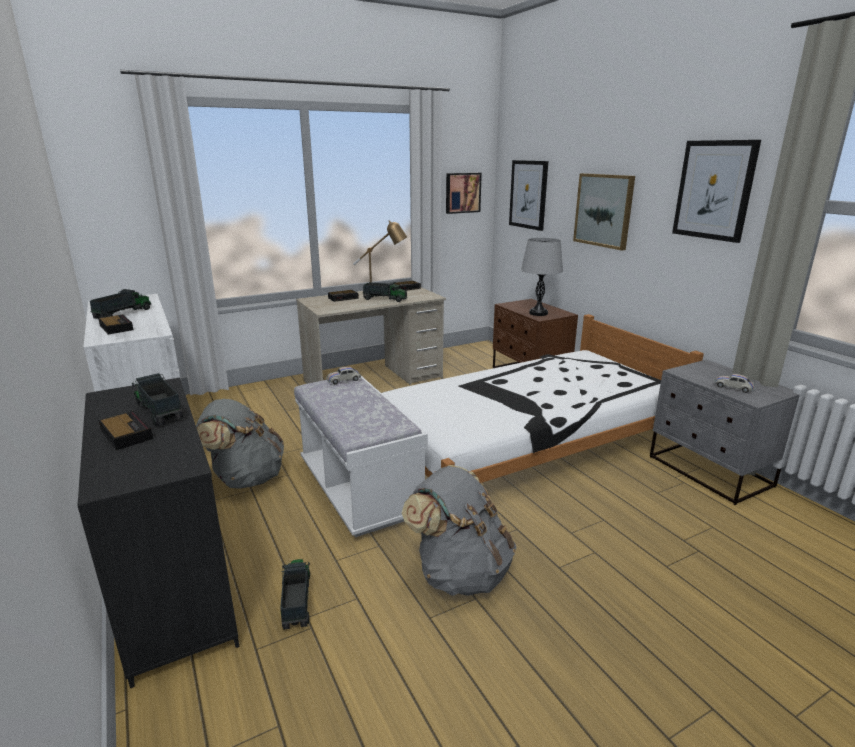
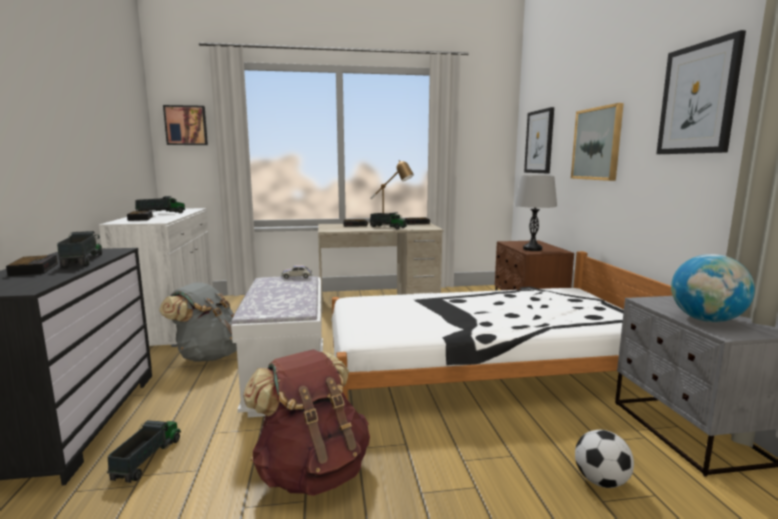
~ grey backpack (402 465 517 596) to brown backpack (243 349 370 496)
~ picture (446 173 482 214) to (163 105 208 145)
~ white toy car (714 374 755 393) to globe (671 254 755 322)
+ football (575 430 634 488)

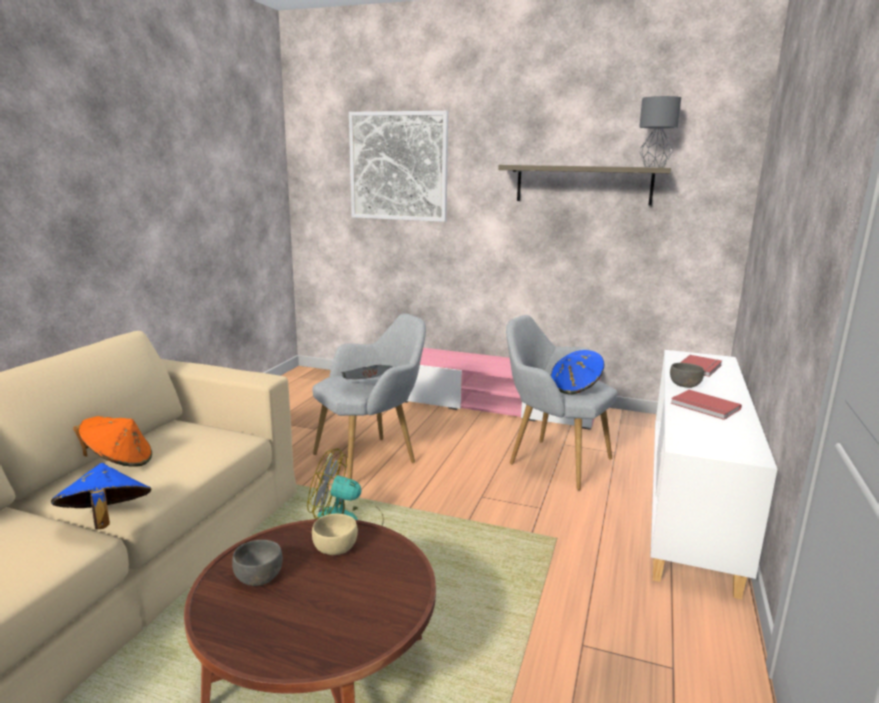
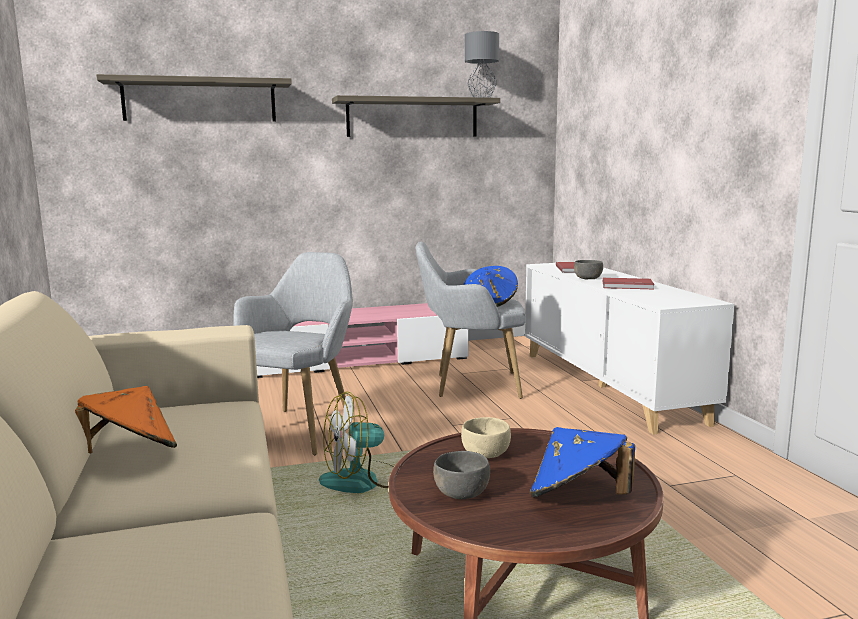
~ blue hat (51 463 152 529) to (530 427 635 498)
- newspaper (341 365 393 379)
~ picture (349 111 448 222) to shelf (96 74 292 122)

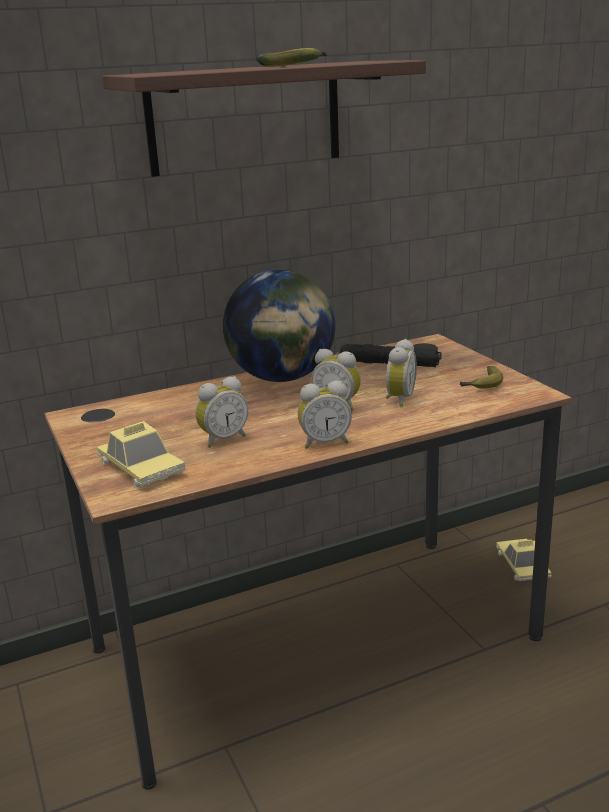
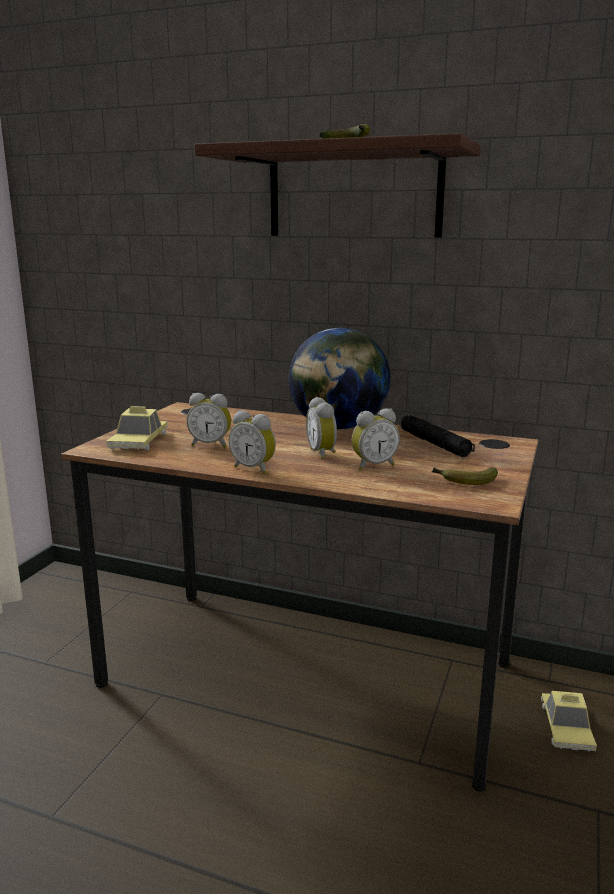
~ toy car (496 539 552 581) = (541 691 597 752) 150 degrees clockwise

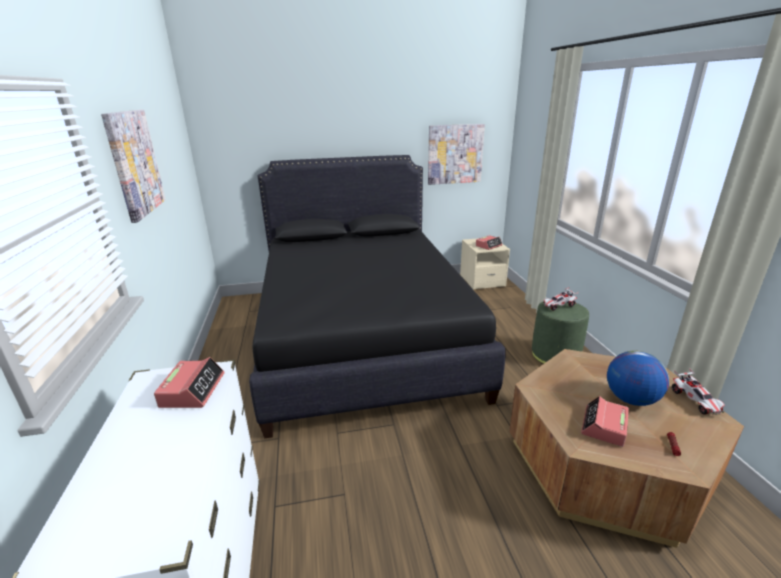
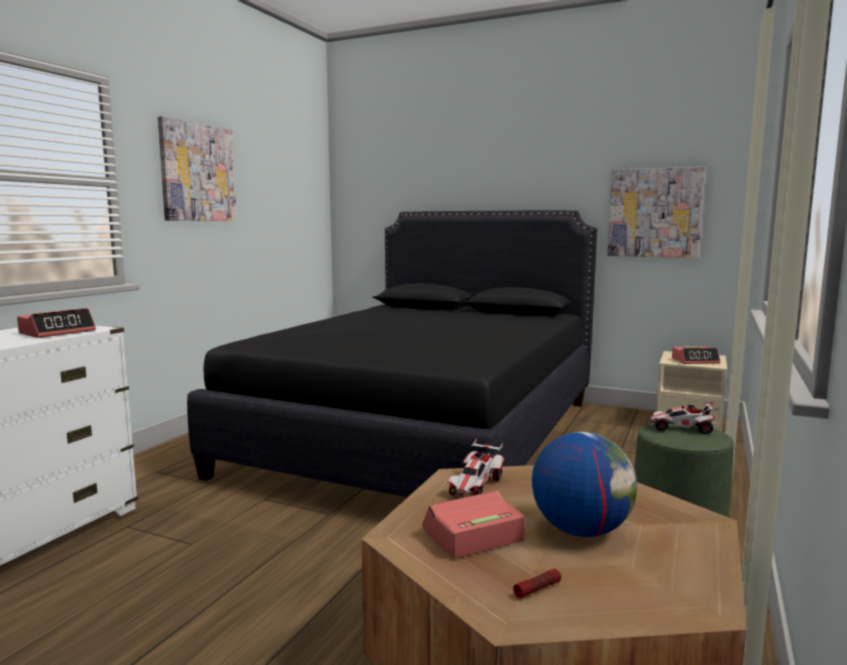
~ toy car (672 368 725 415) to (447 439 505 497)

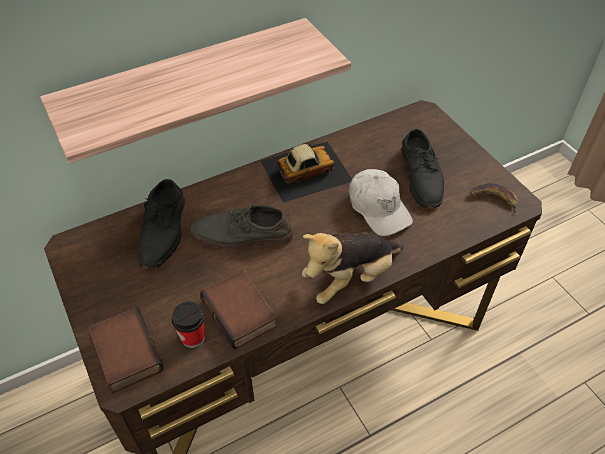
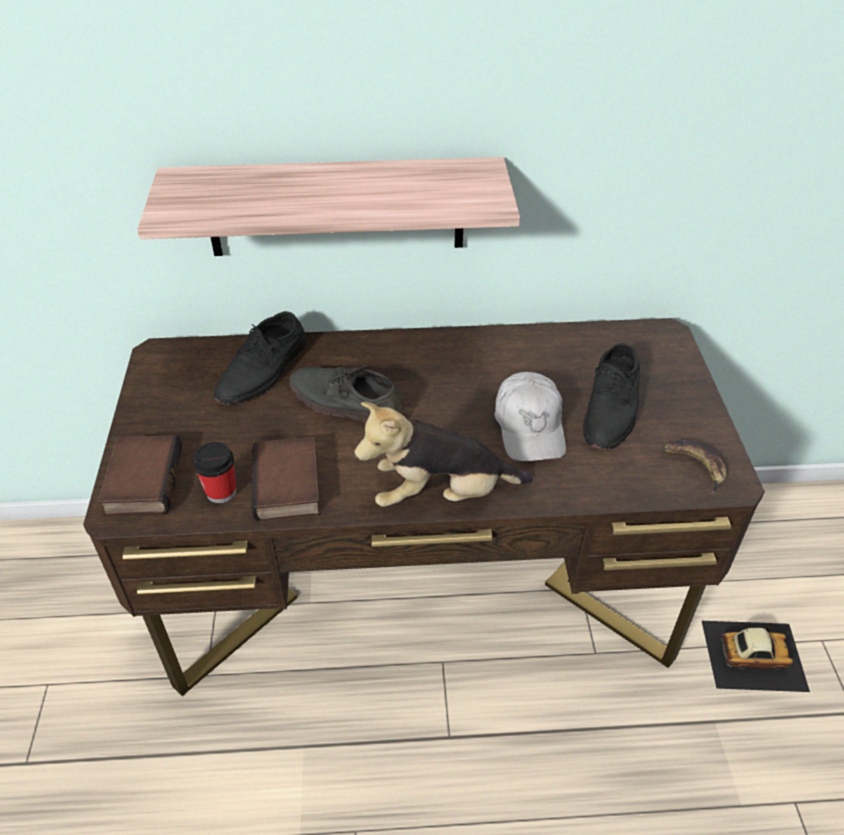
~ toy car (260 141 352 203) to (702 621 810 692)

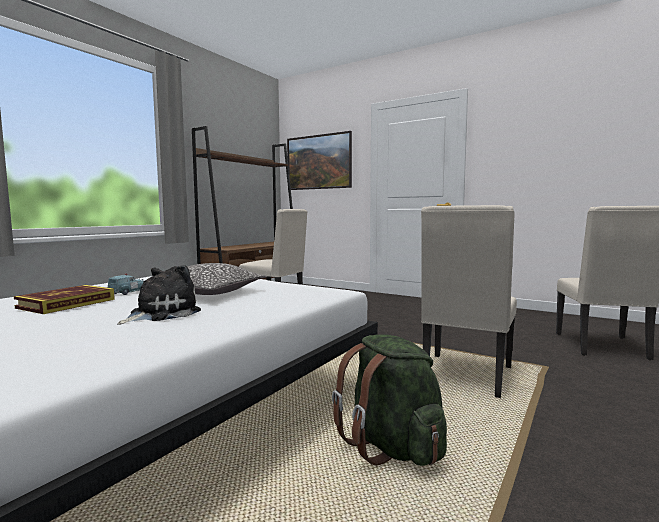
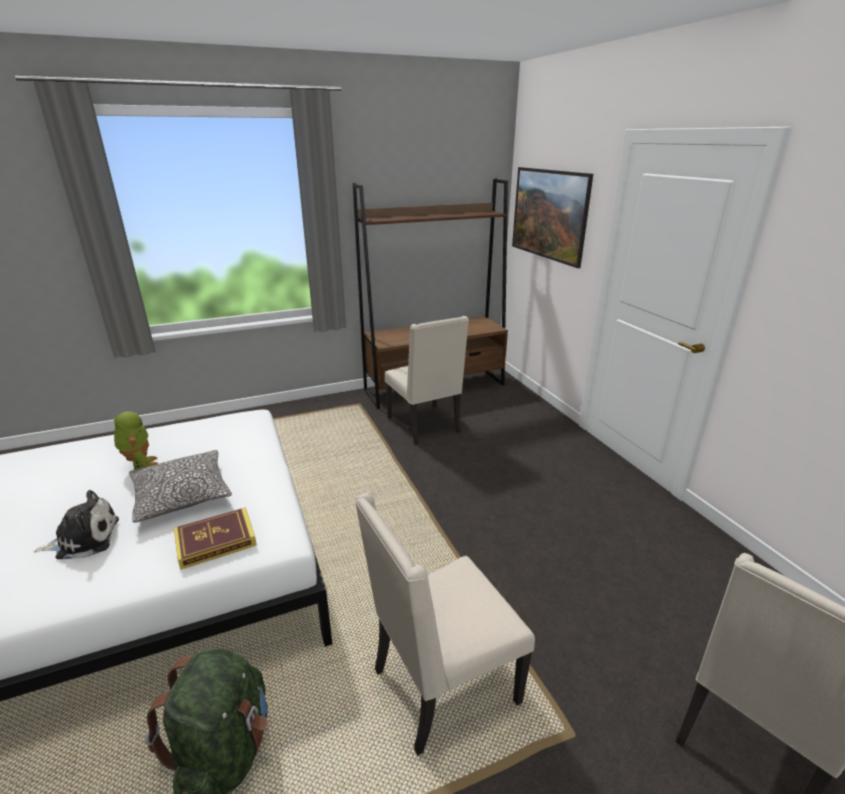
~ book (14 285 115 314) to (174 507 257 570)
~ blue toy car (108 273 144 295) to toy robot (113 411 159 470)

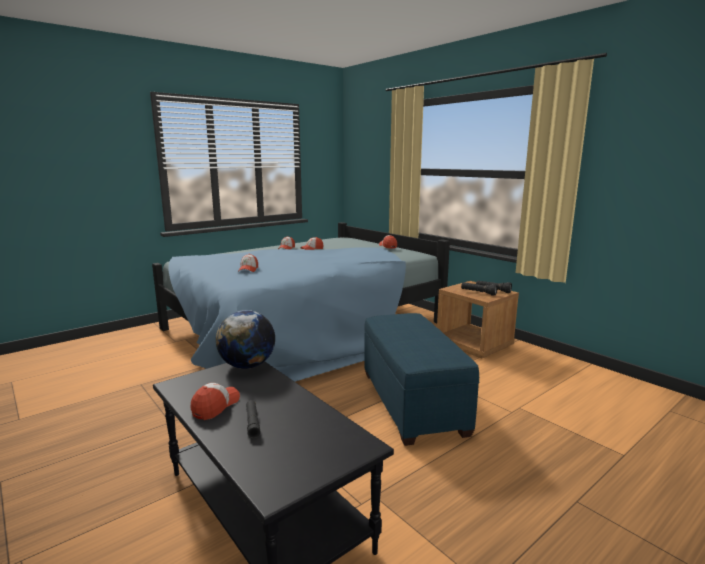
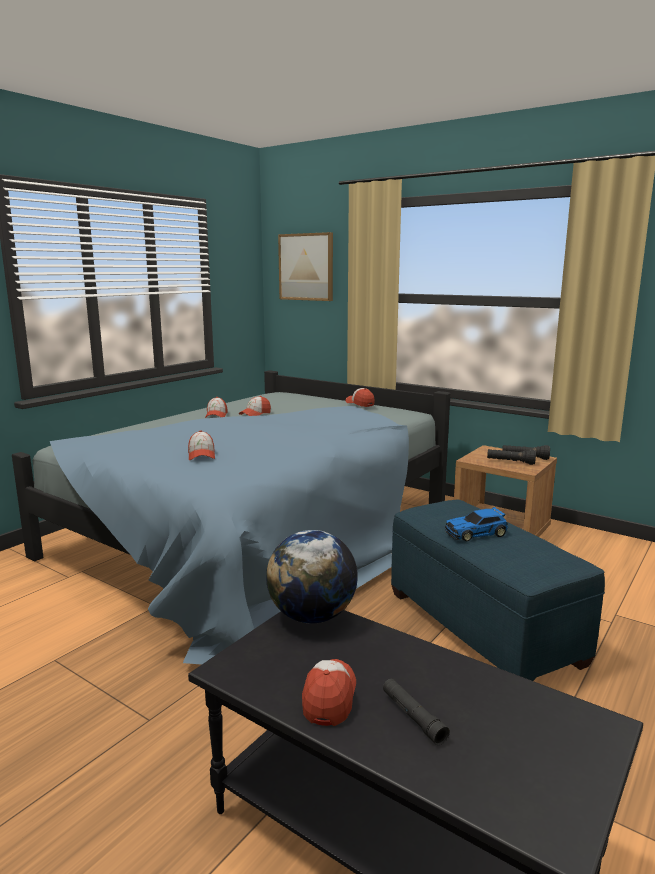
+ picture (278 232 333 301)
+ toy car (445 507 508 542)

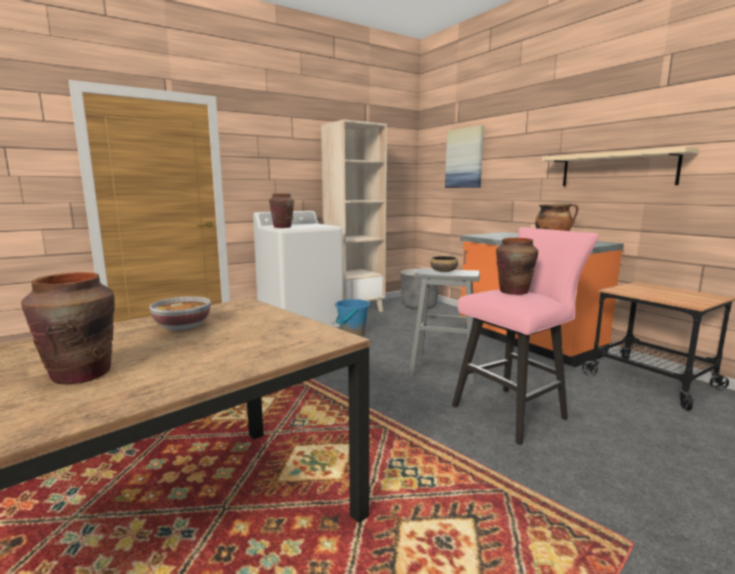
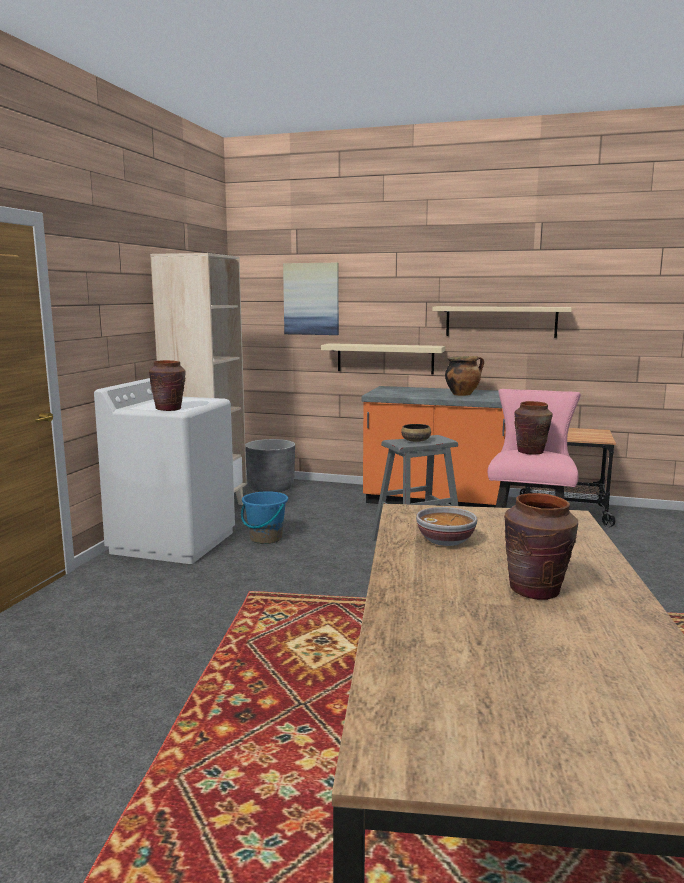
+ beige shelf (321 343 445 374)

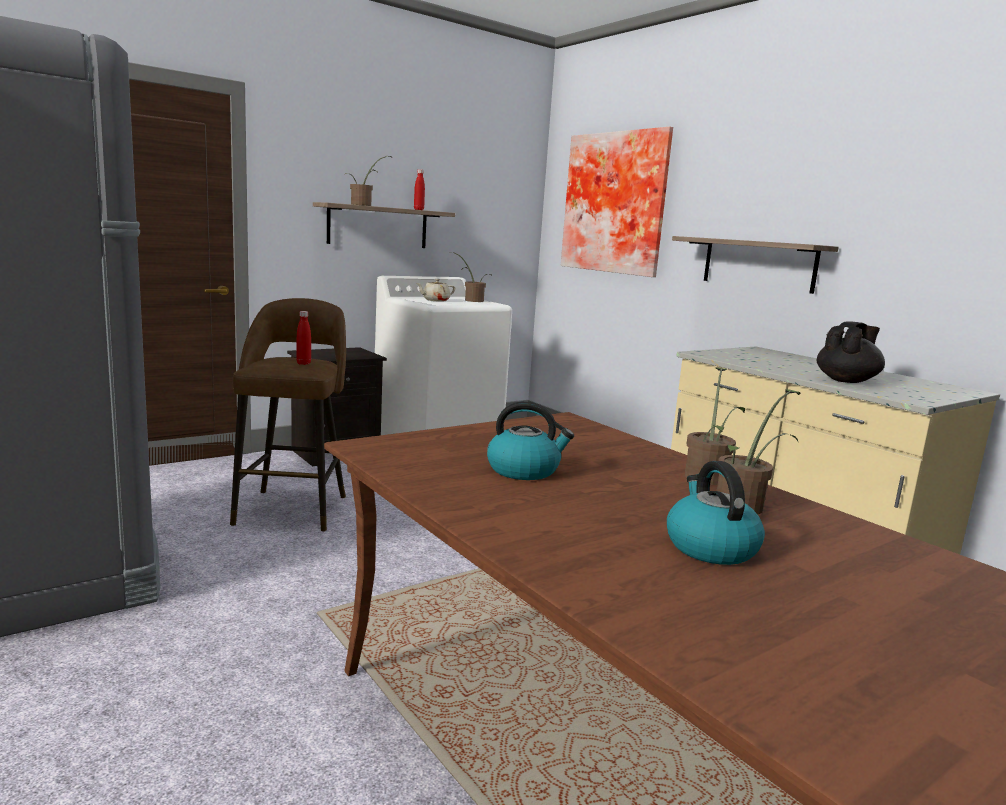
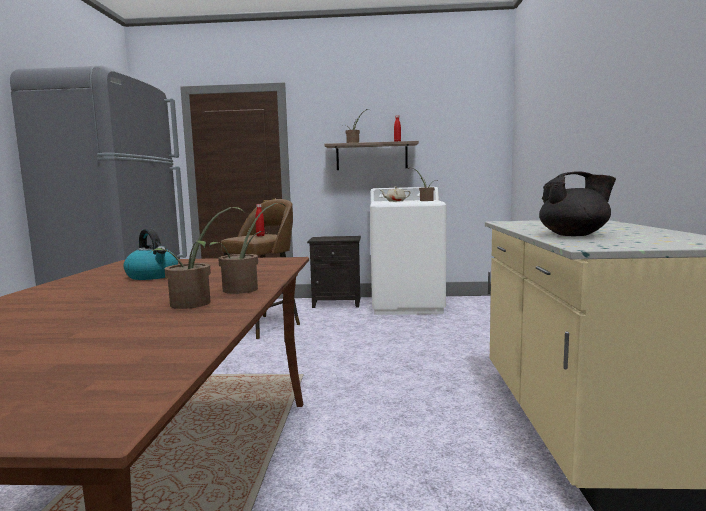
- picture (561 127 673 277)
- kettle (667 461 765 565)
- shelf (672 236 839 294)

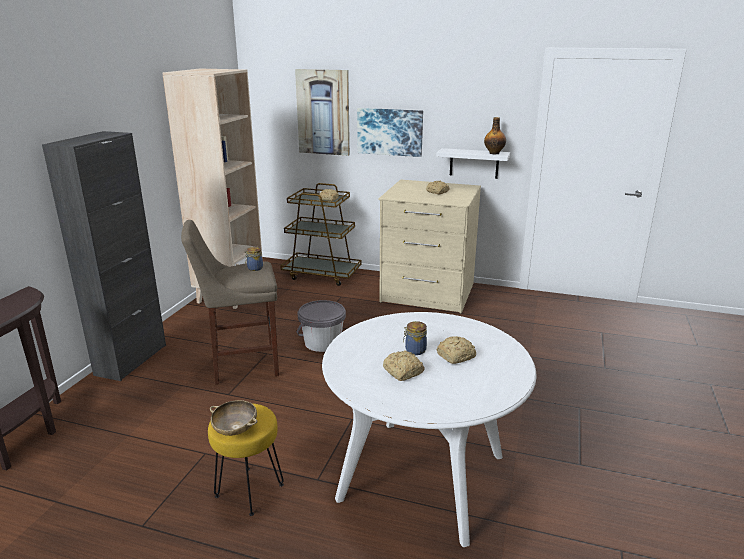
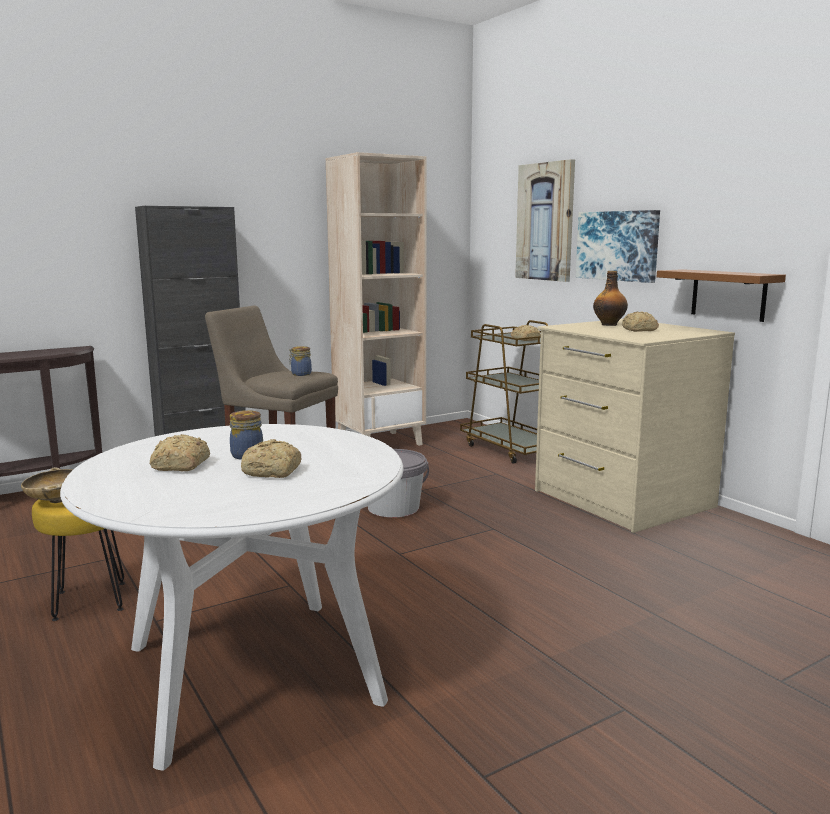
~ white shelf (436 148 510 179) to brown shelf (657 269 786 322)
~ bottle (484 117 506 154) to (593 271 628 326)

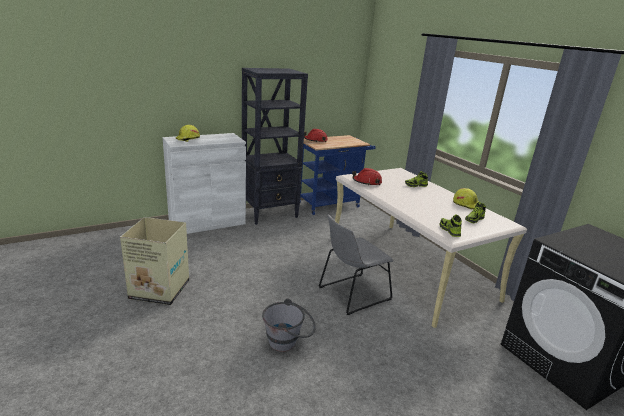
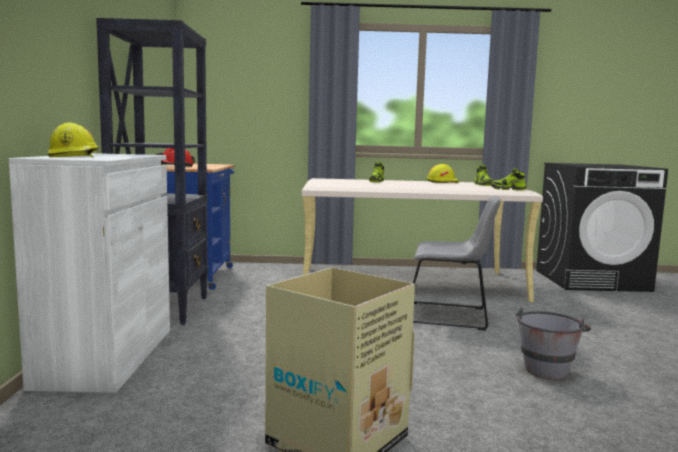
~ grey chair (319 214 393 315) = (413 196 501 331) 75 degrees counterclockwise
- red hard hat (352 168 382 186)

